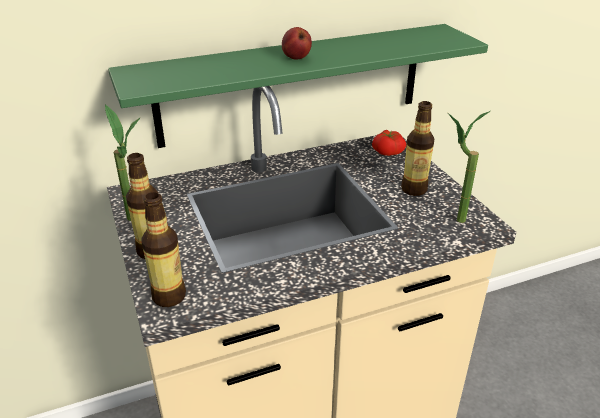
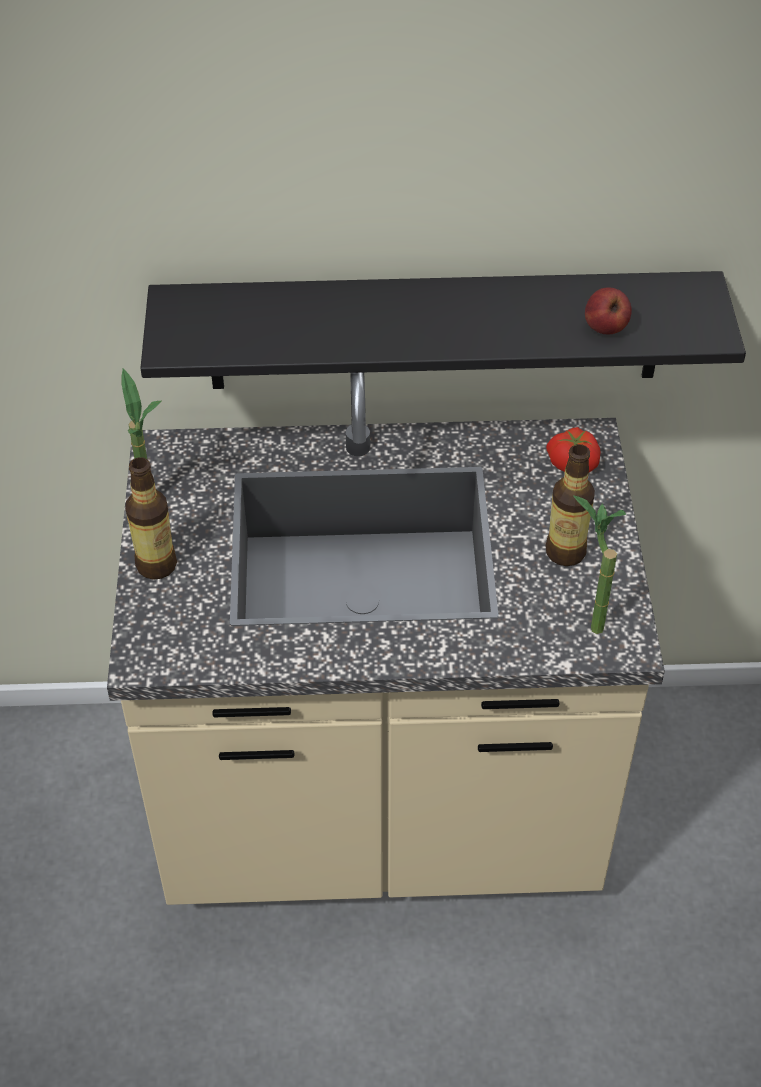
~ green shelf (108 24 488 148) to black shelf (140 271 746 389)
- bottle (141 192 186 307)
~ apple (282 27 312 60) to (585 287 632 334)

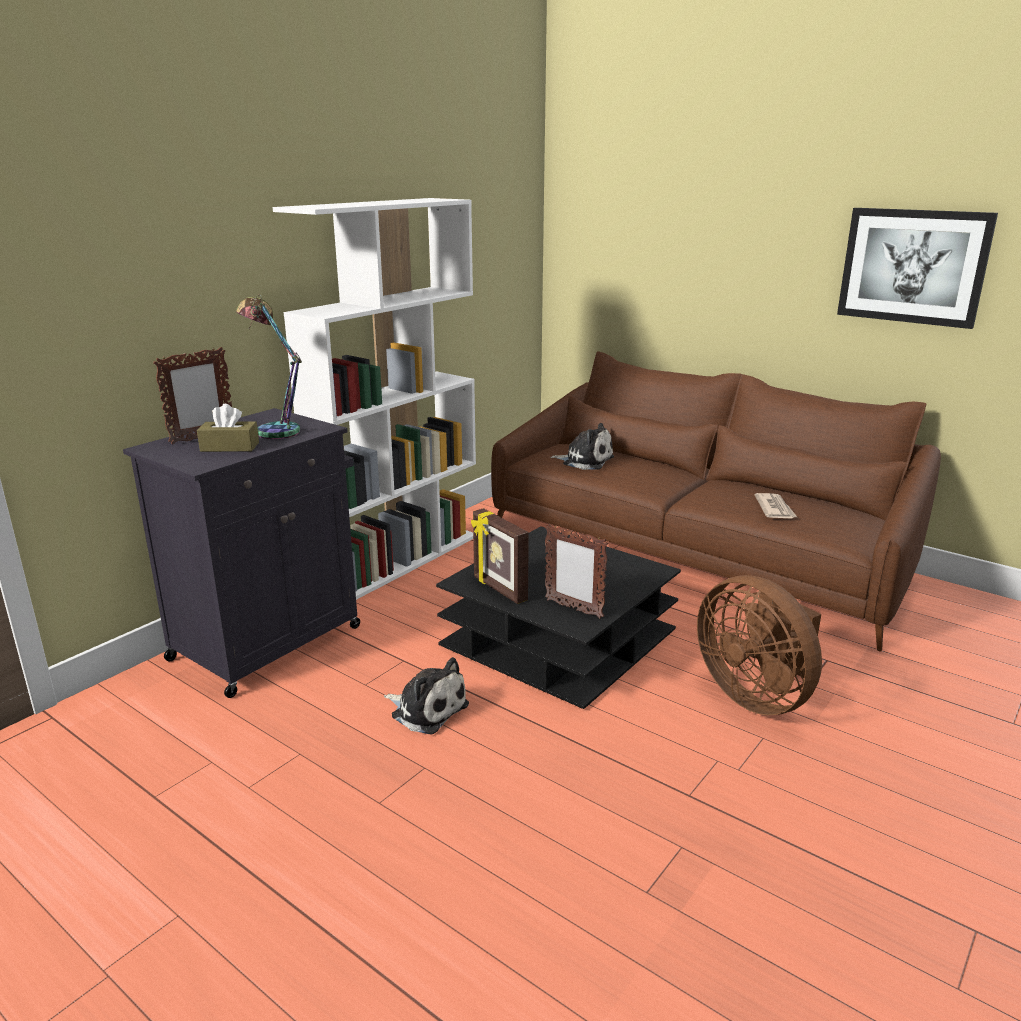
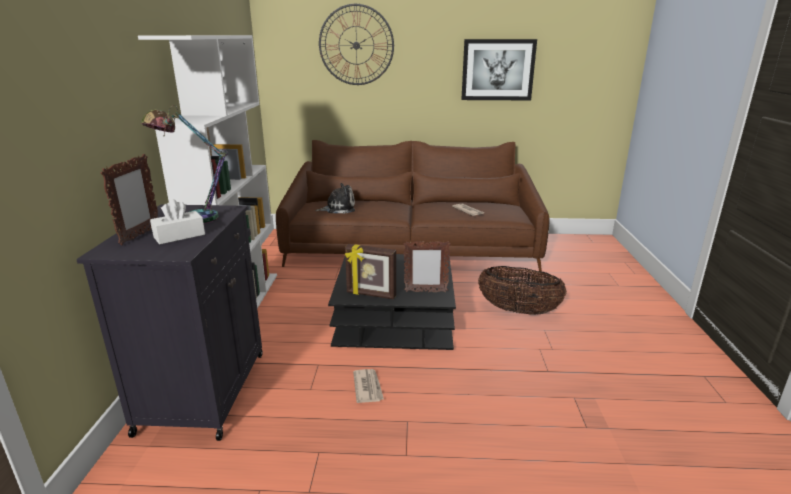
~ brown tissue box (197 404 259 452) to white tissue box (150 199 205 244)
~ plush toy (384 657 469 734) to newspaper (353 369 384 403)
~ brown fan (697 575 822 715) to basket (478 266 567 315)
+ wall clock (319 4 394 85)

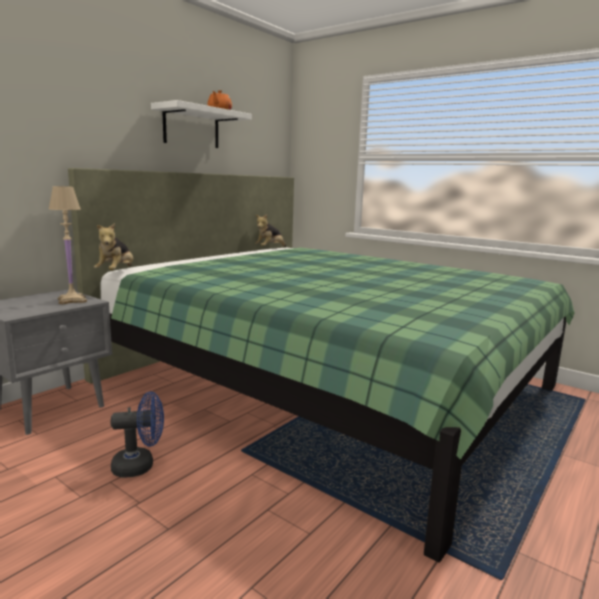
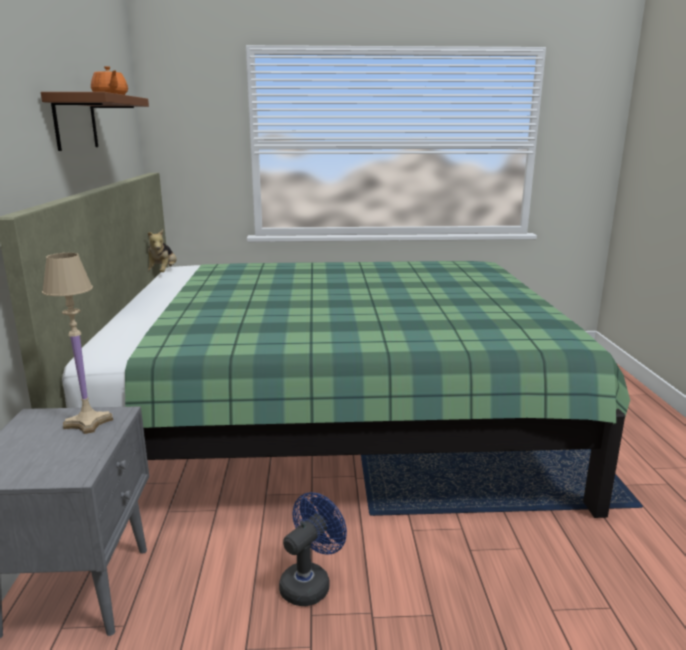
- plush toy (94 223 133 270)
~ white shelf (151 100 252 148) to brown shelf (41 92 149 151)

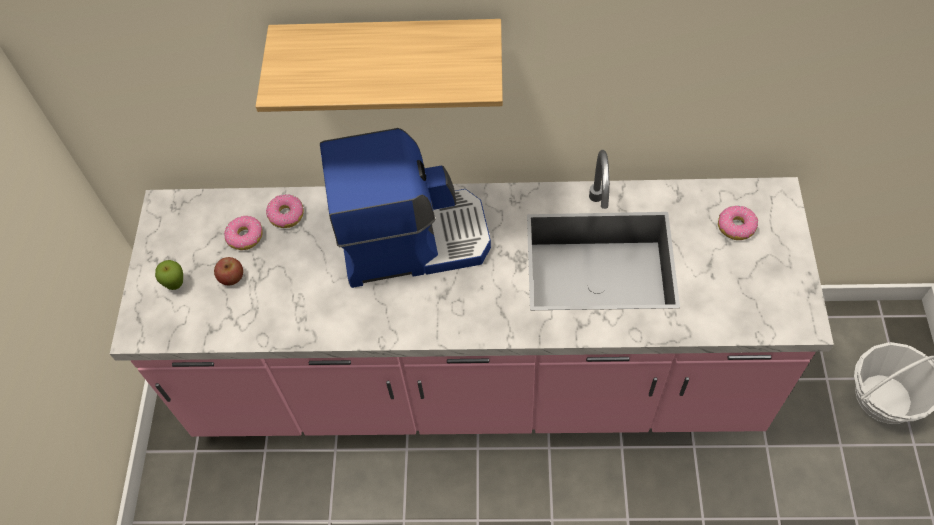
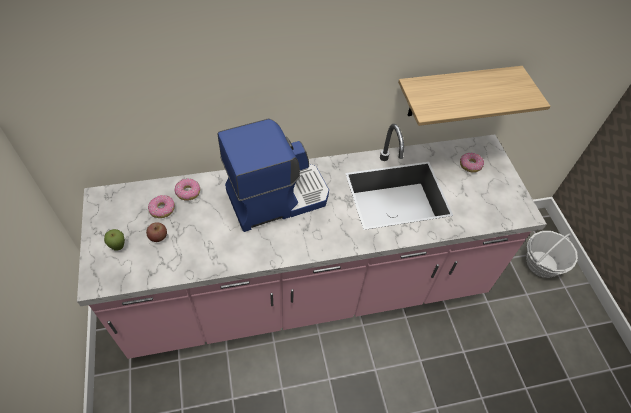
~ shelf (256 19 503 112) to (398 66 550 126)

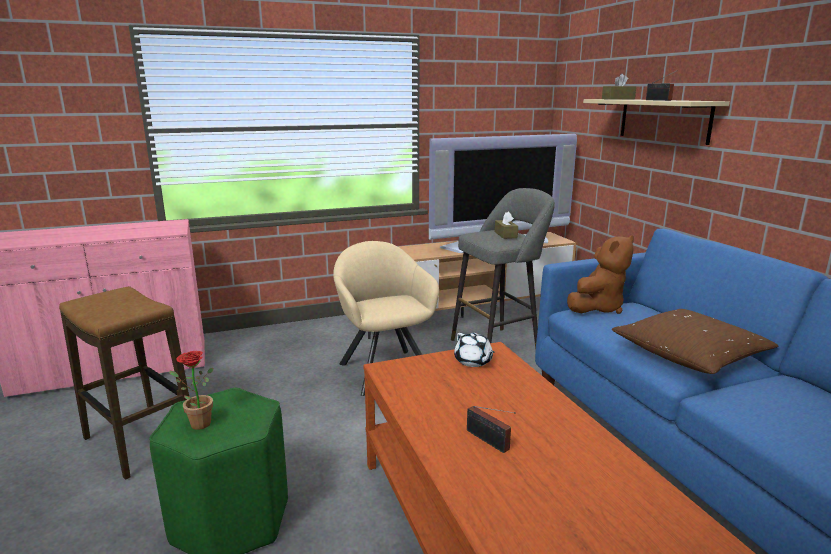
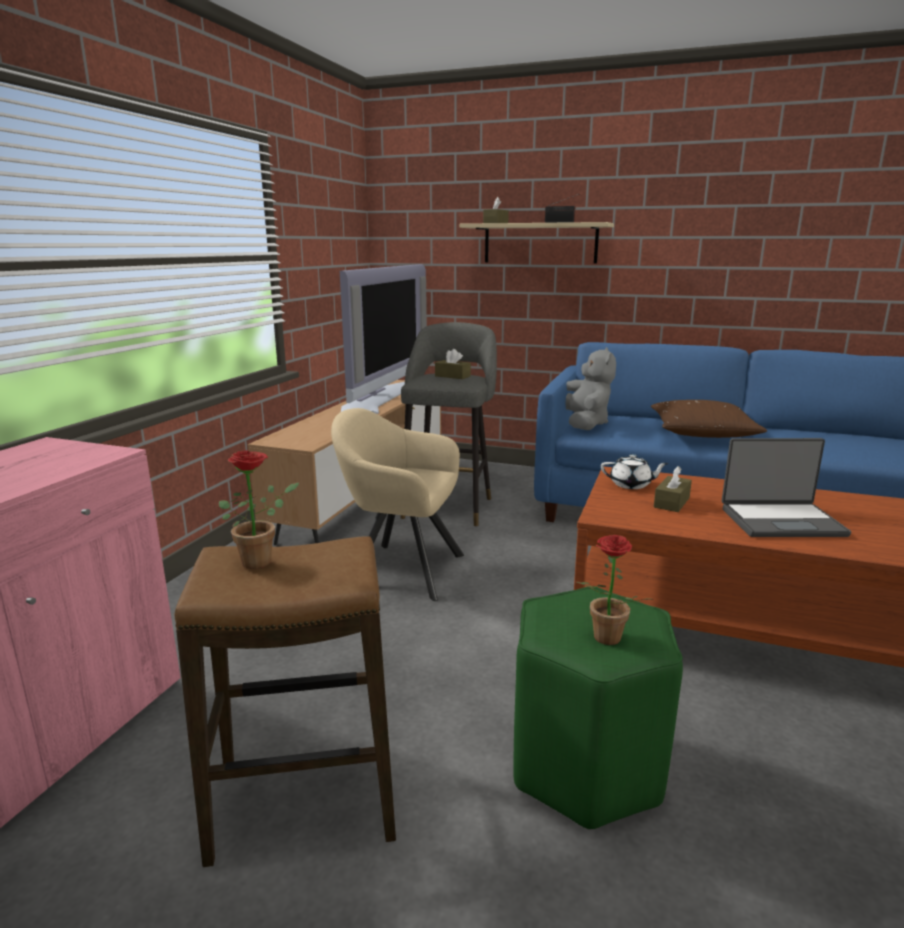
~ radio (467 406 516 453) to laptop (722 438 851 537)
~ brown plush toy (567 235 634 314) to grey plush toy (566 347 616 430)
+ potted plant (219 451 299 569)
+ brown tissue box (654 466 692 512)

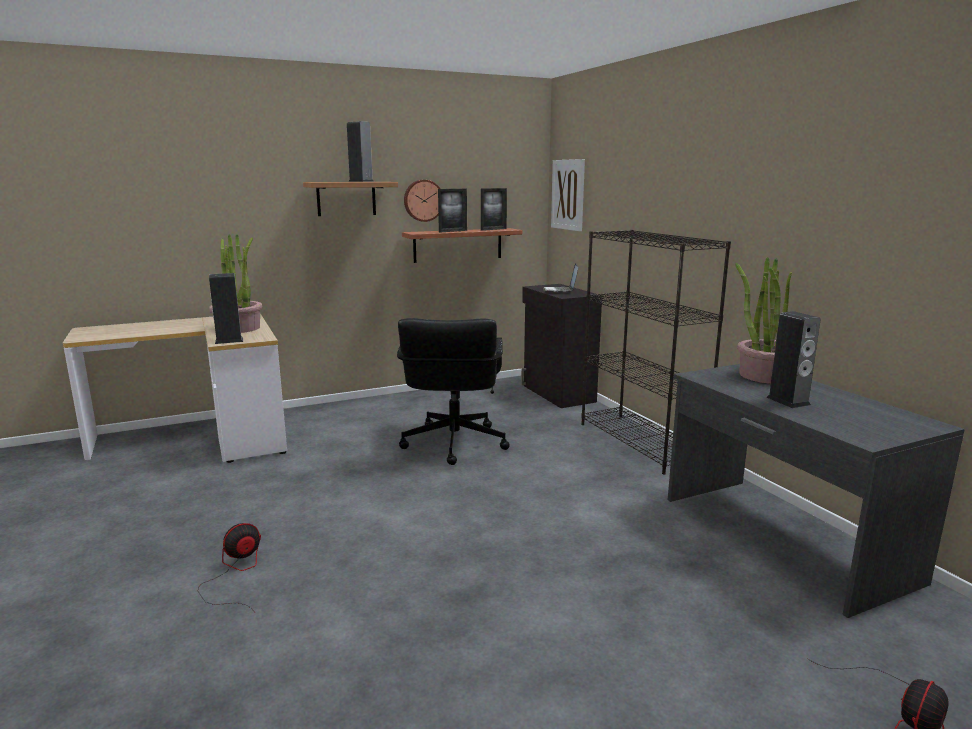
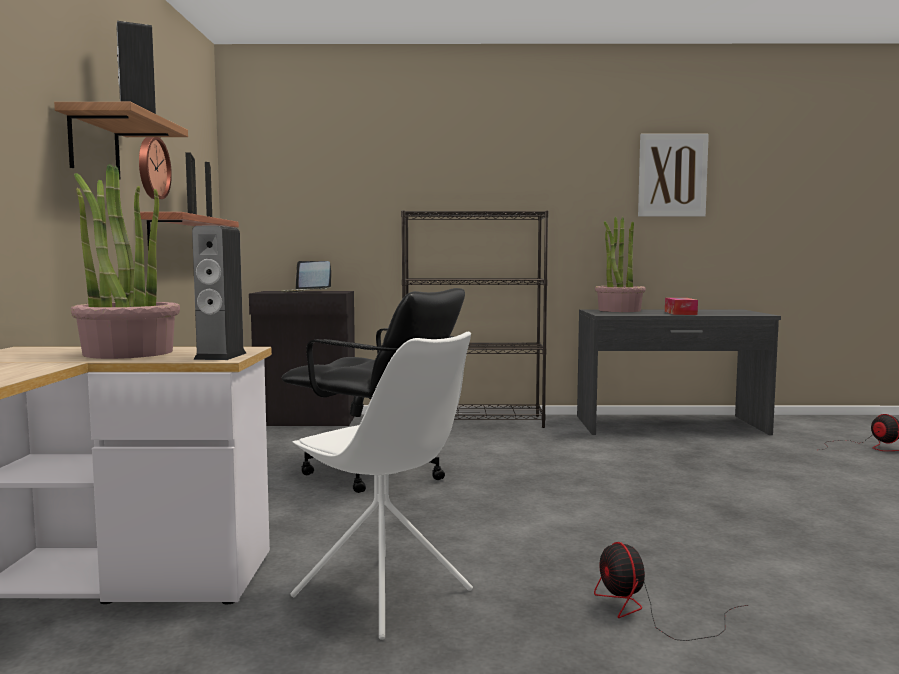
~ picture (551 159 585 231) to (638 134 709 217)
~ speaker (766 311 820 408) to tissue box (665 298 698 315)
+ white chair (290 332 473 640)

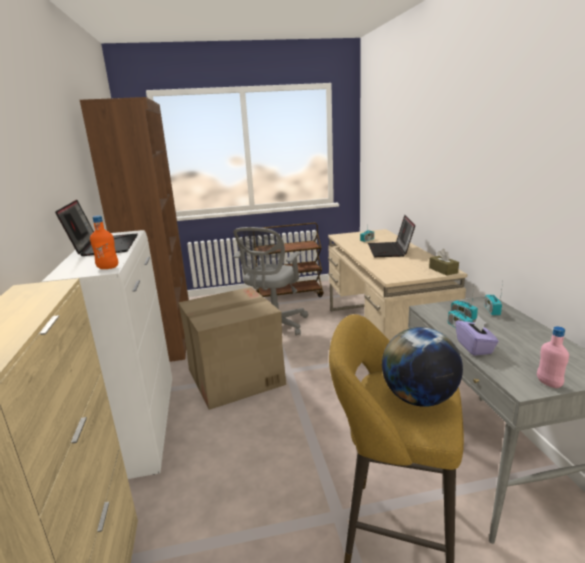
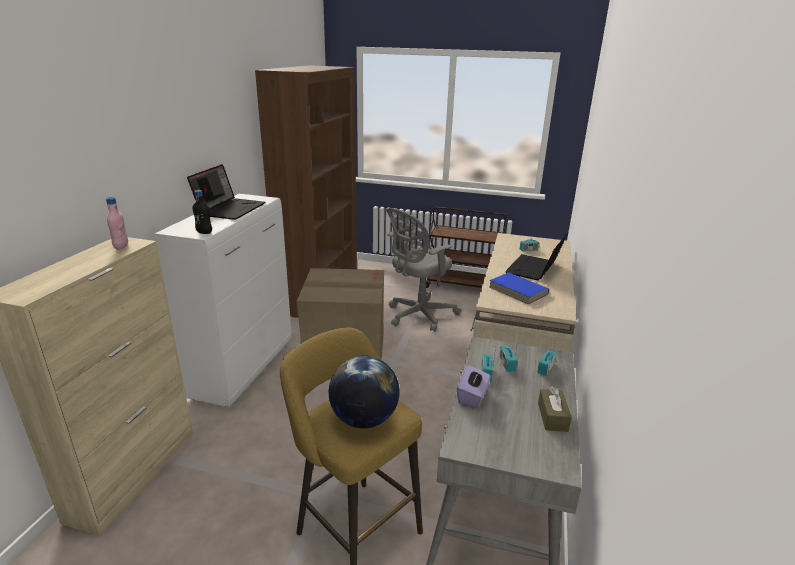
~ orange bottle (90 215 118 269) to black bottle (192 190 212 234)
~ brown tissue box (429 249 459 276) to (538 386 572 432)
~ pink bottle (537 326 569 388) to (106 197 128 250)
+ blue book (489 273 549 304)

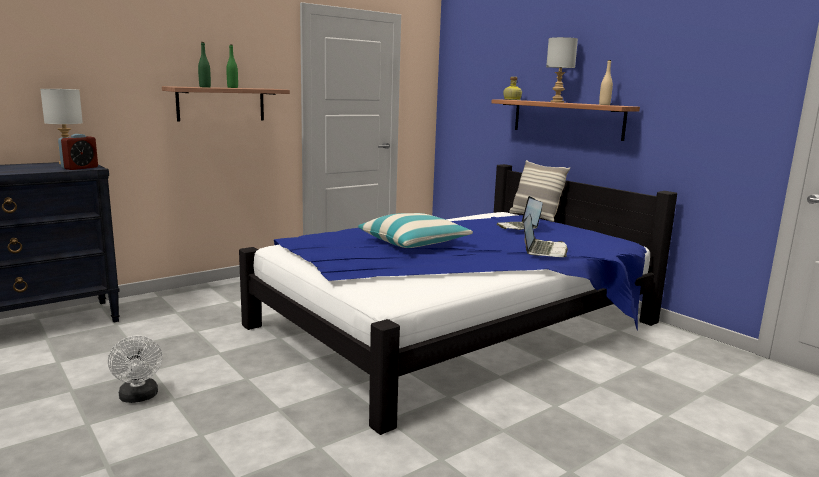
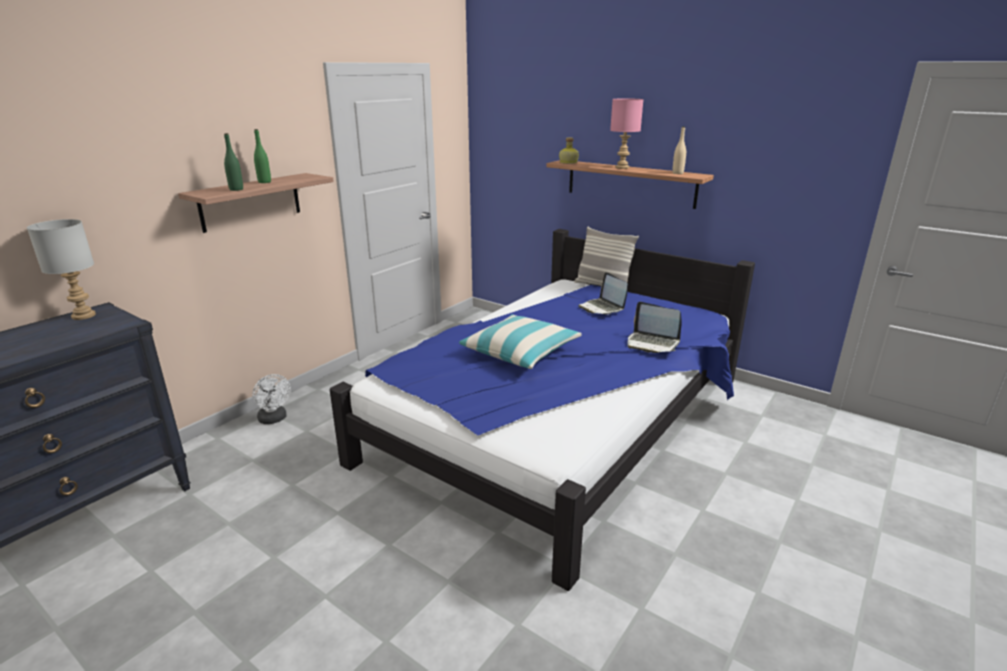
- alarm clock (58 134 98 170)
~ white fan (108 336 162 403) to (252 374 291 424)
~ laptop (523 214 568 257) = (627 302 681 353) 120 degrees clockwise
~ grey table lamp (546 37 578 103) to pink table lamp (610 98 644 169)

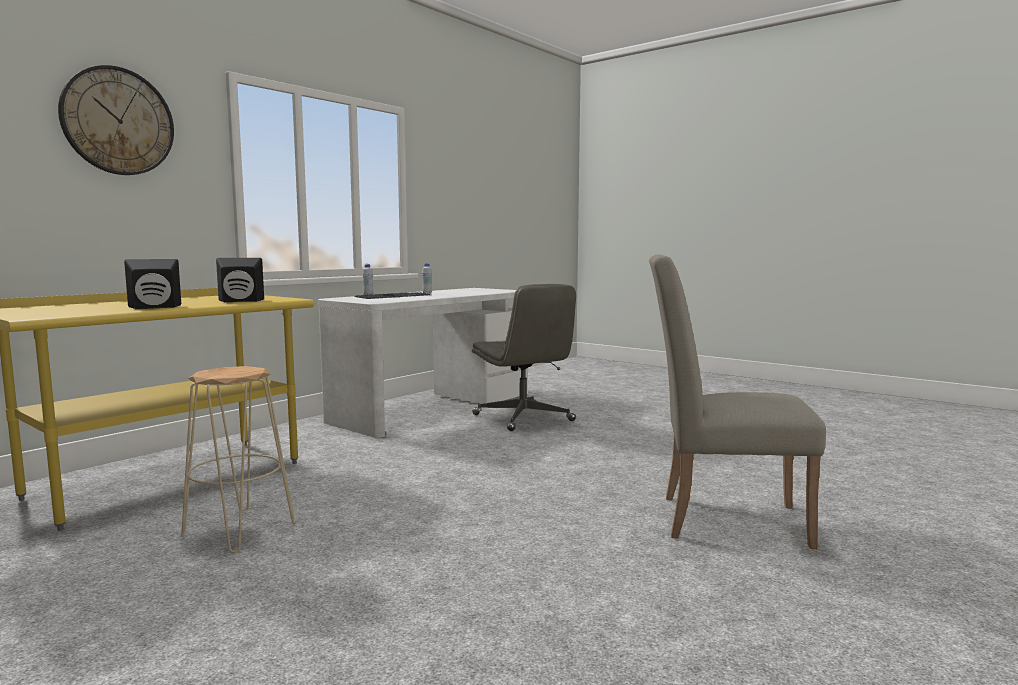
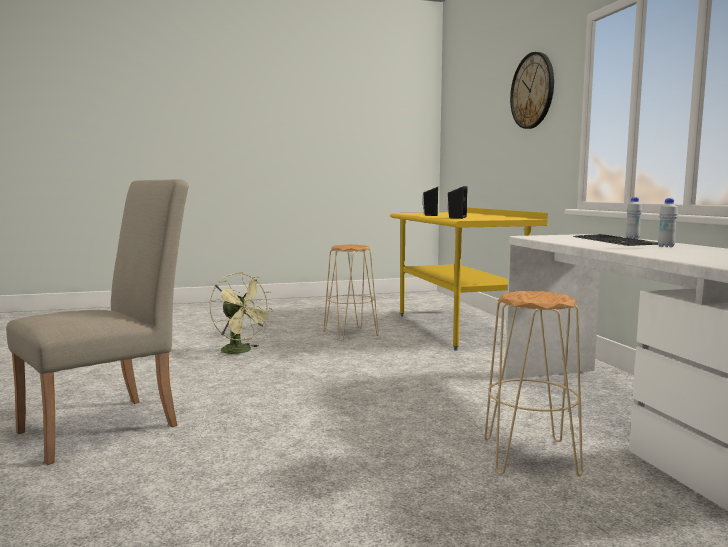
~ grey office chair (472 284 576 431) to beige stool (484 291 583 477)
+ green fan (210 272 274 358)

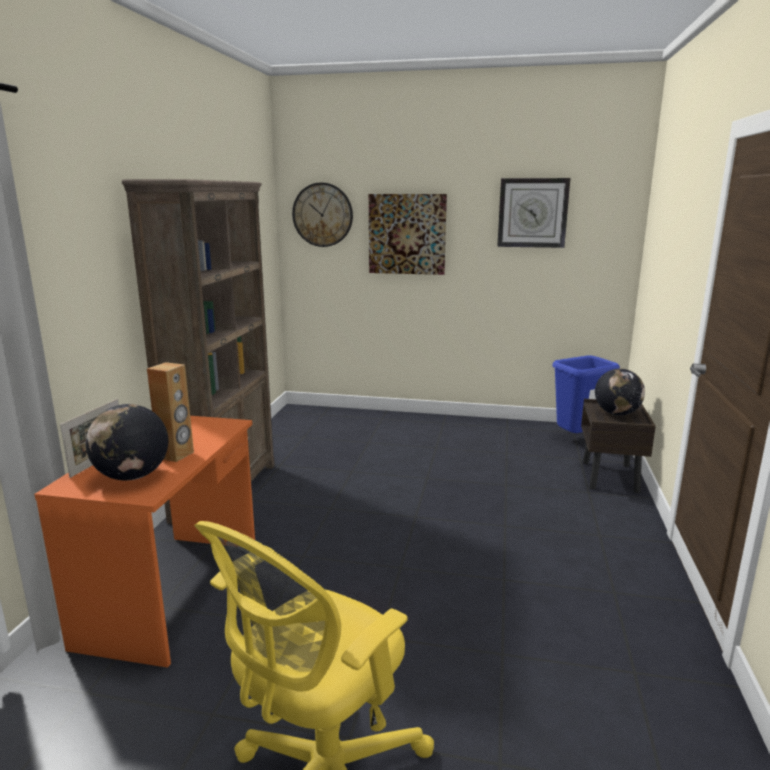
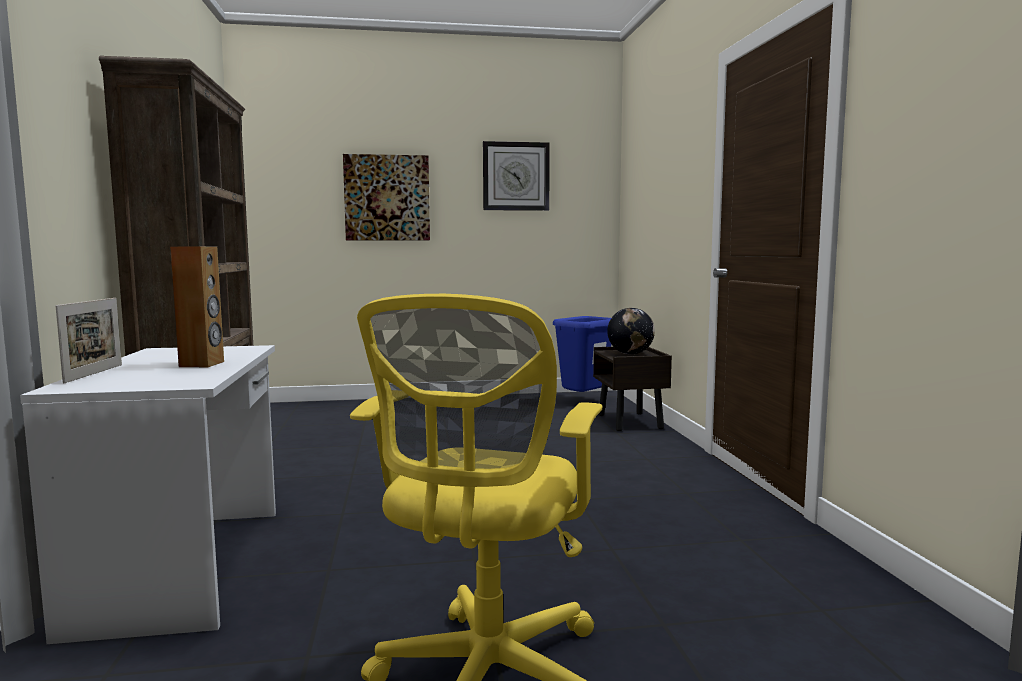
~ orange desk (34 416 255 668) to white desk (20 345 276 644)
- globe (86 404 168 481)
- wall clock (292 182 353 247)

